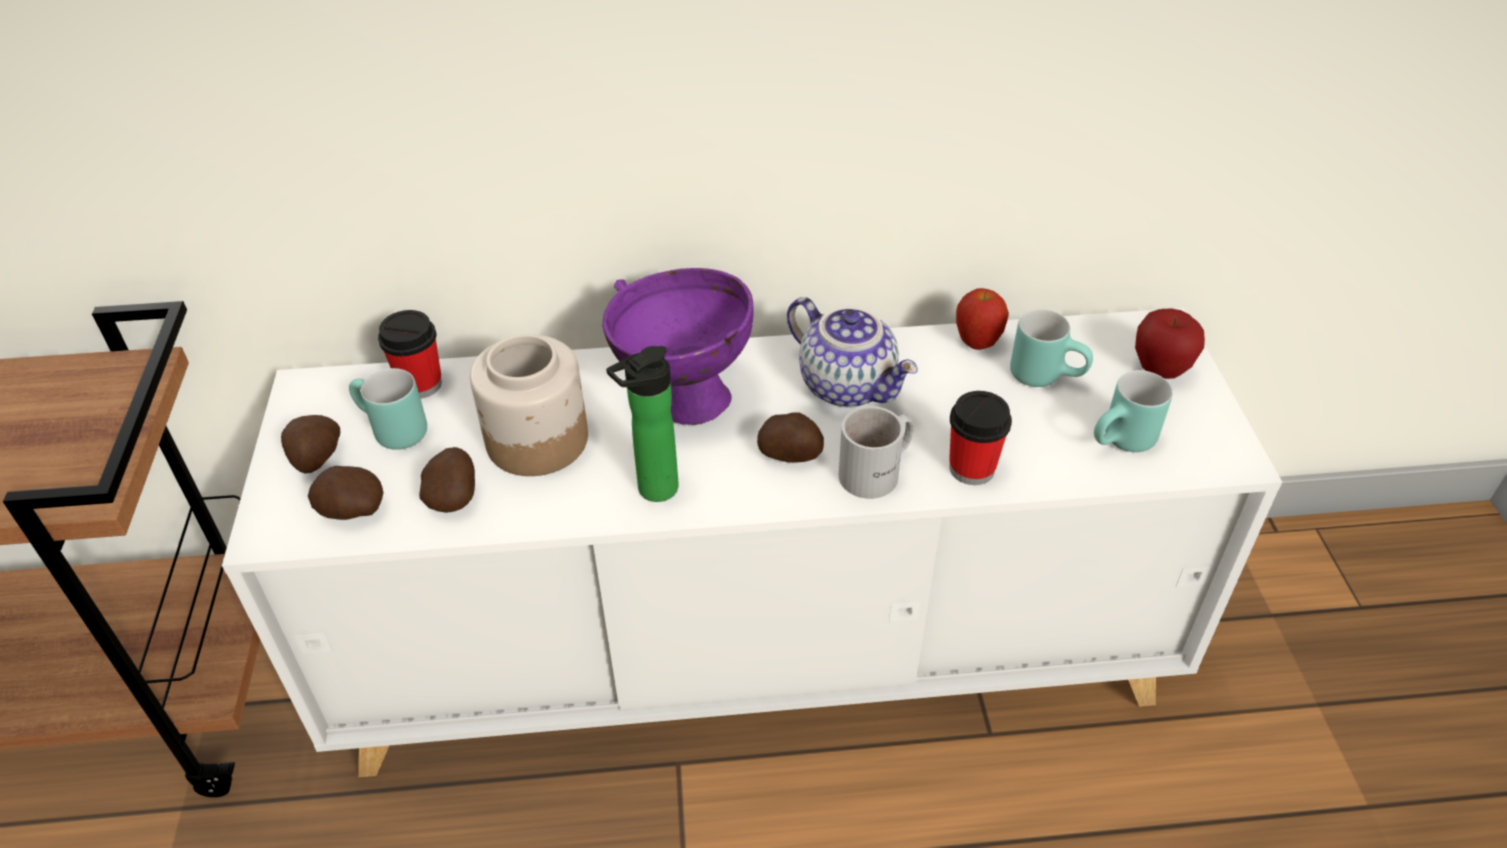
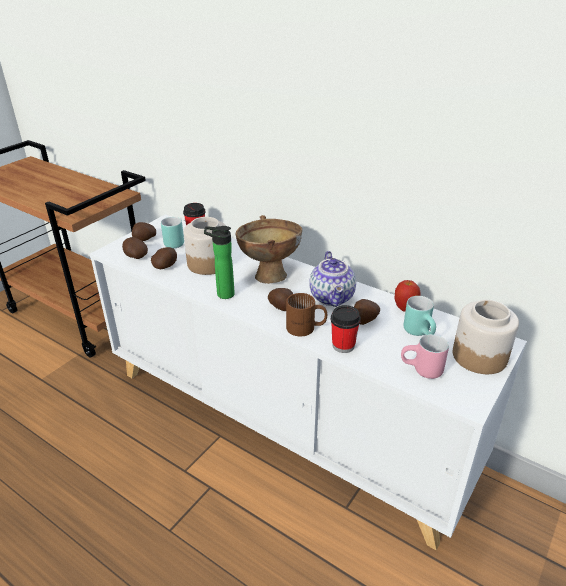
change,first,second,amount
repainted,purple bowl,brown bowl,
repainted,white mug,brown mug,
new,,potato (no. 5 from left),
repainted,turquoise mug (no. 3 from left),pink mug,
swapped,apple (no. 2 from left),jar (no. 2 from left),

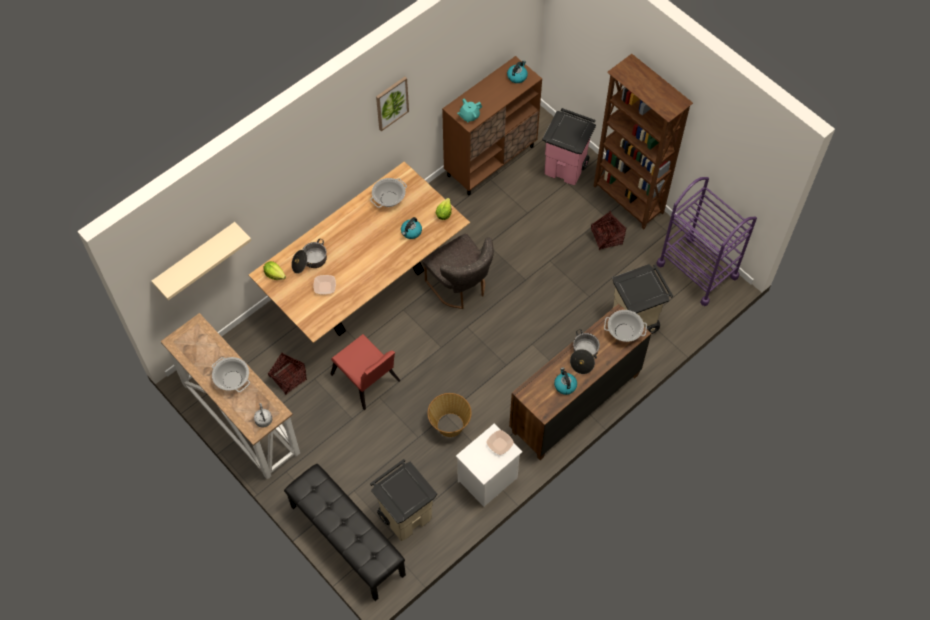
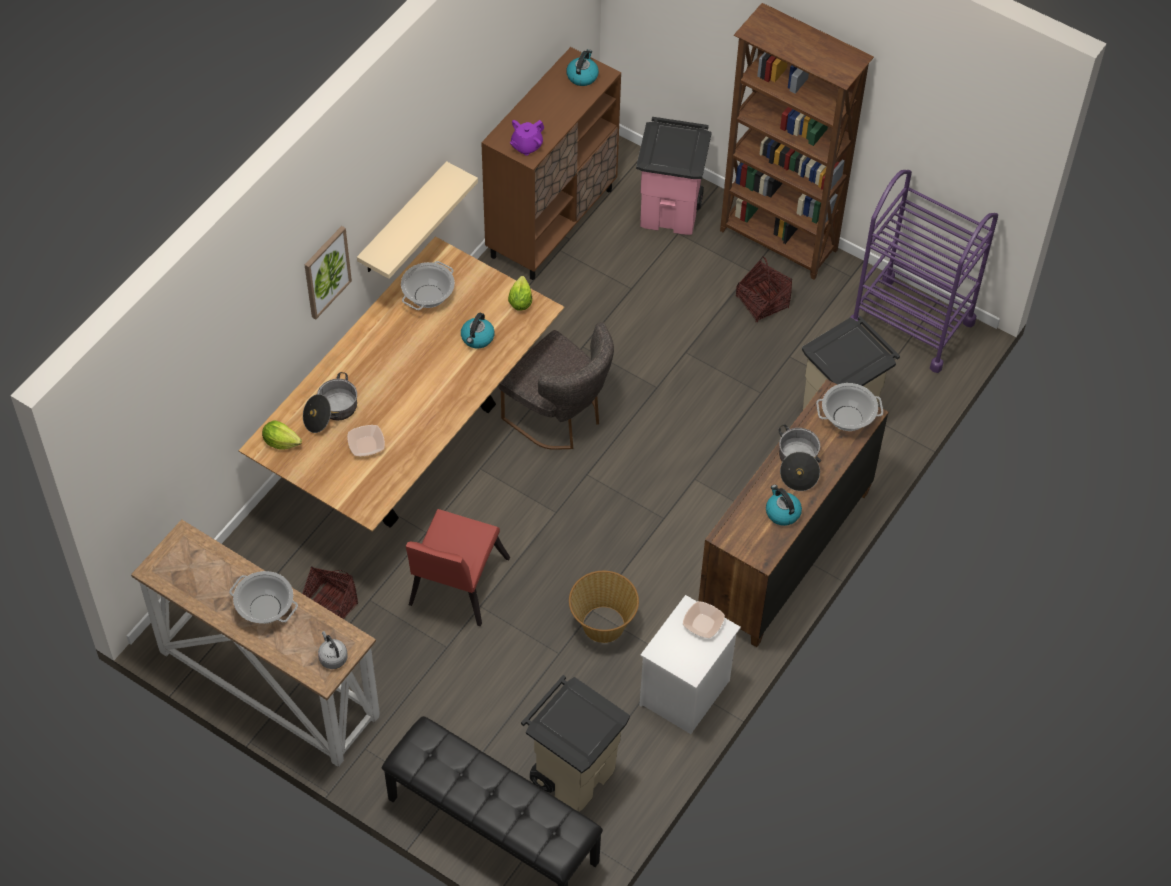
change,first,second,amount
shifted,picture,,
shifted,beige shelf,,
rotated,red chair,,75 degrees clockwise
repainted,turquoise teapot,purple teapot,

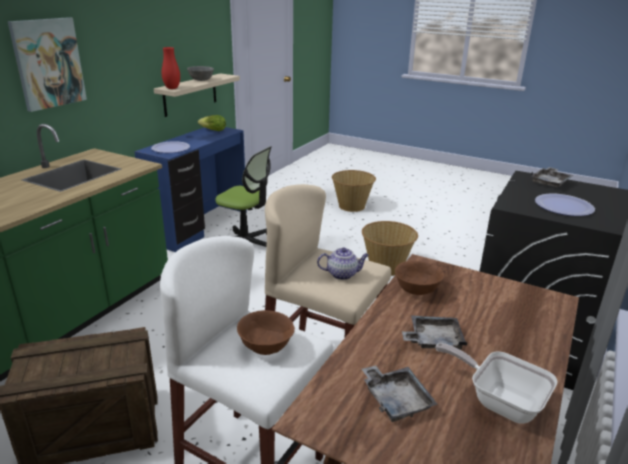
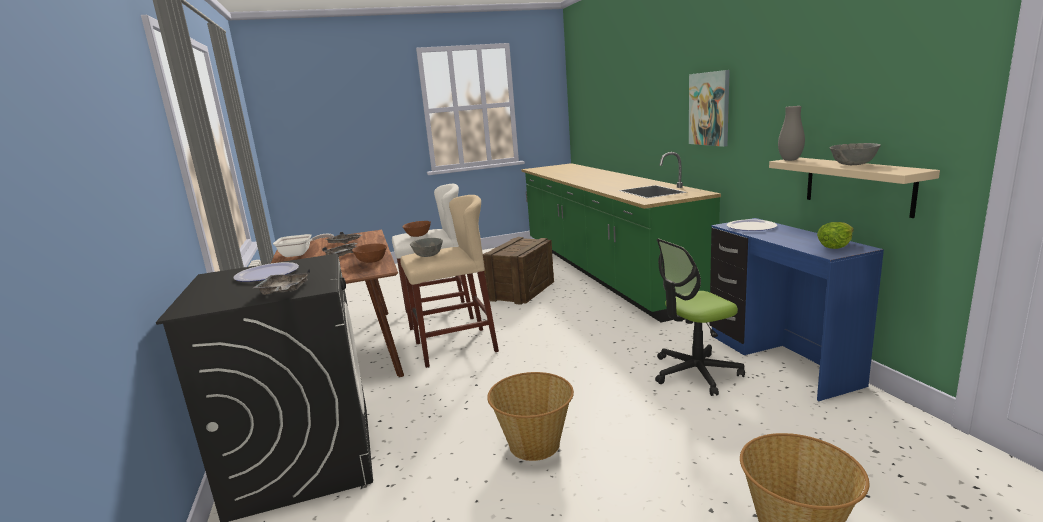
change,first,second,amount
swapped,teapot,grey bowl (no. 1 from left),
repainted,red vase,grey vase,

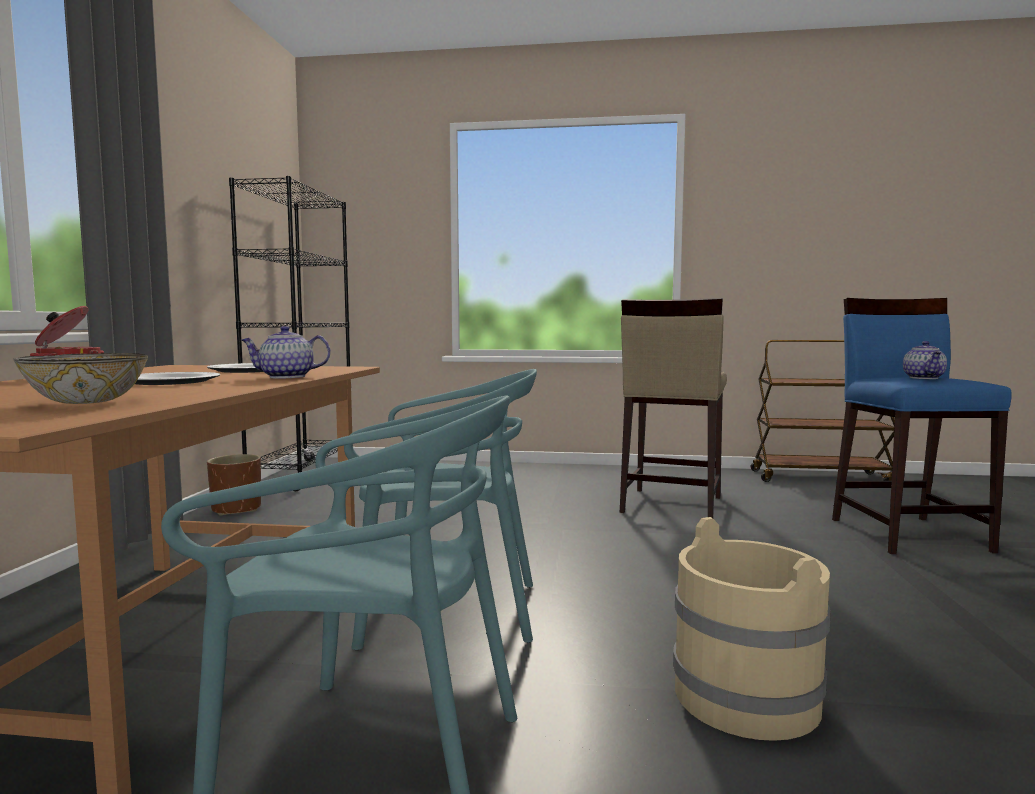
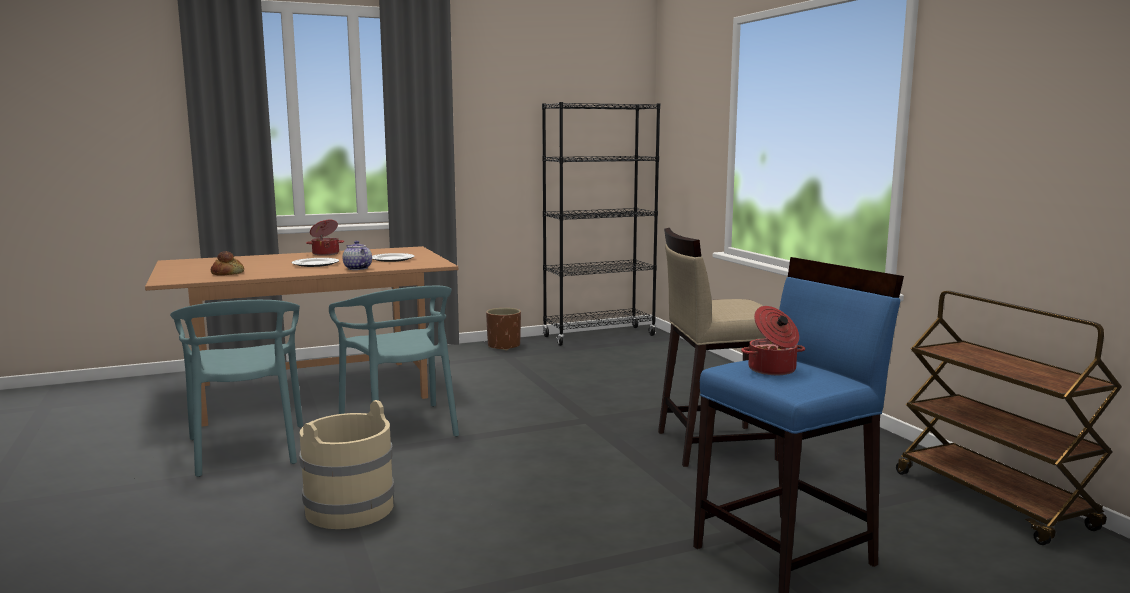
change,first,second,amount
swapped,bowl,bread,
swapped,teapot (no. 2 from left),cooking pot (no. 2 from left),

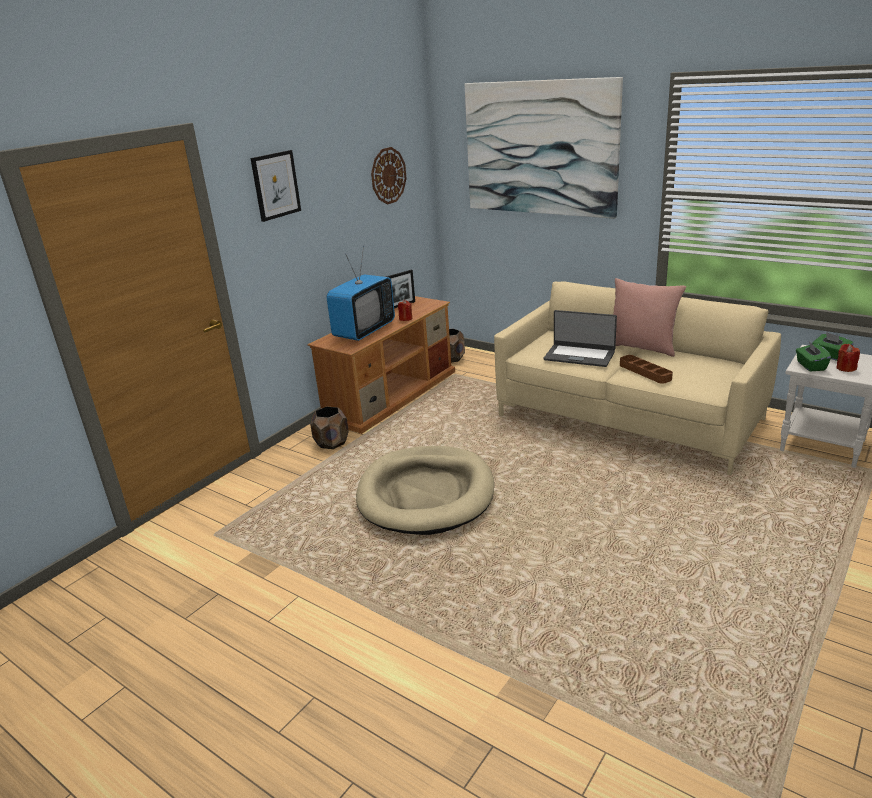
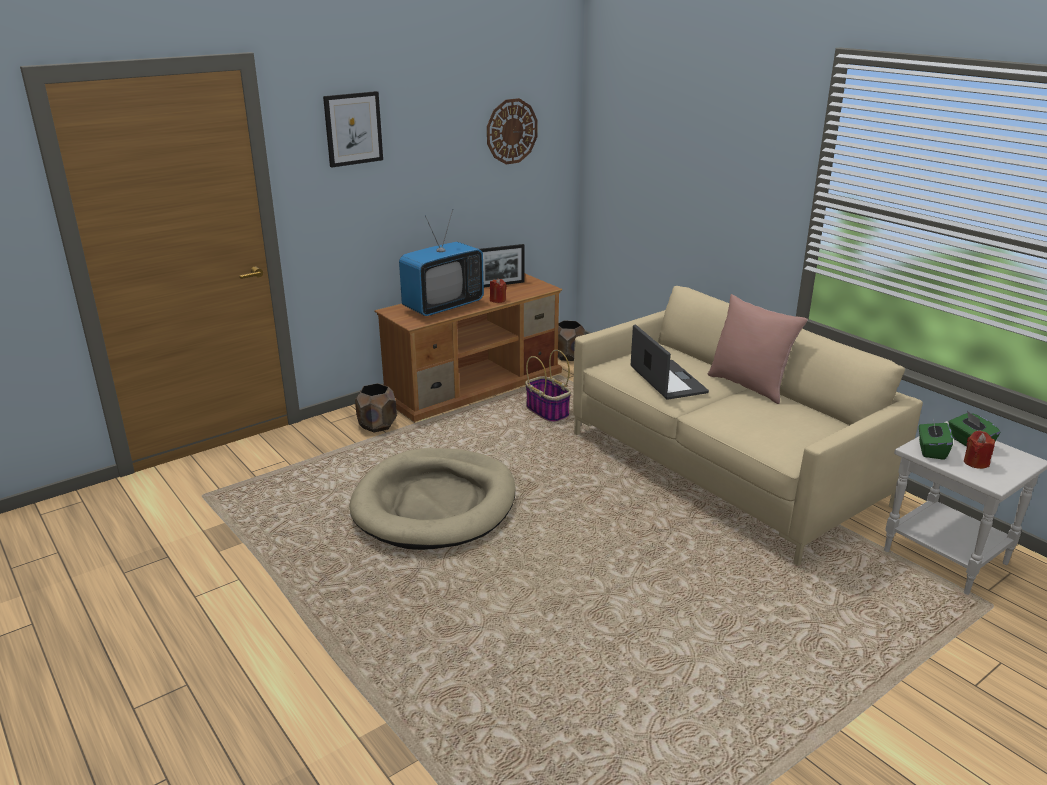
change,first,second,amount
new,,basket,
rotated,laptop,,150 degrees counterclockwise
gone,picture (no. 2 from left),,
gone,brown tray,,

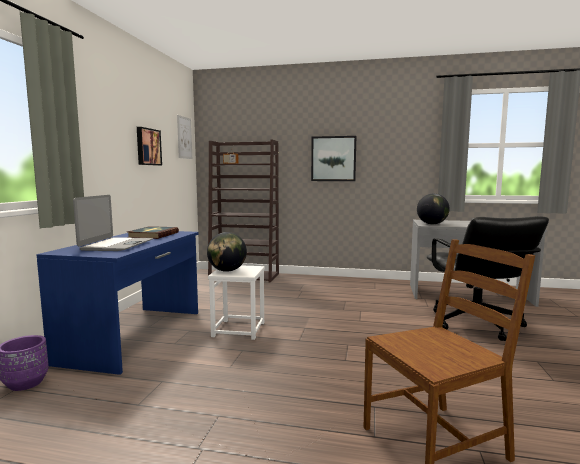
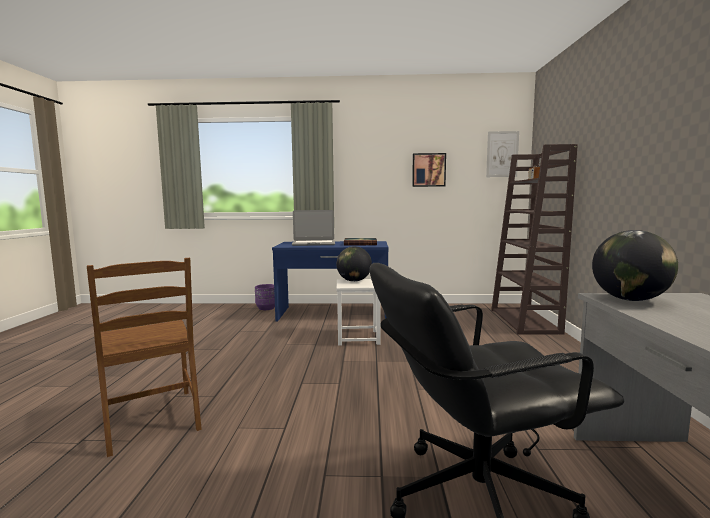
change,first,second,amount
gone,picture (no. 3 from left),,

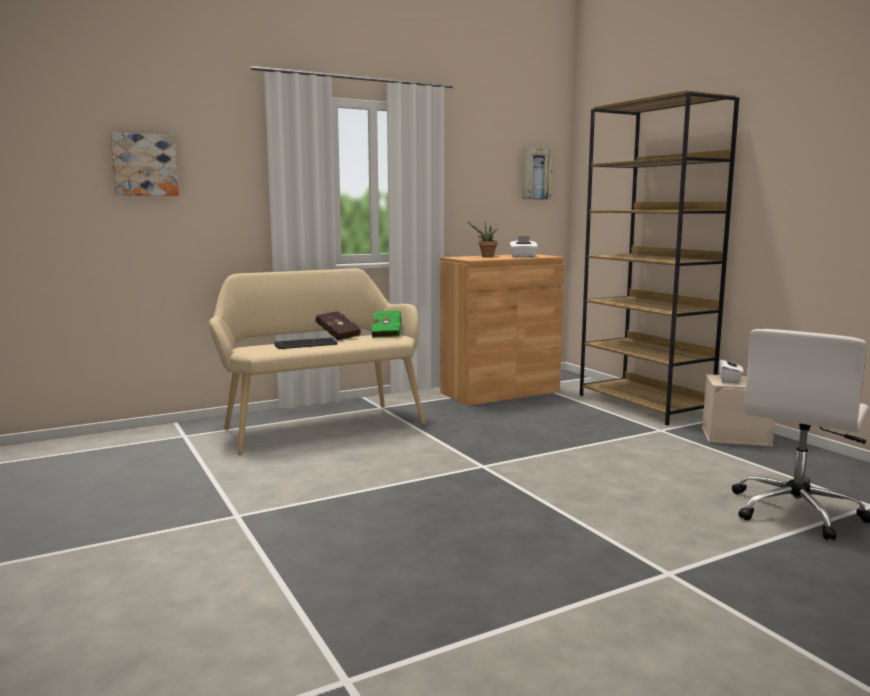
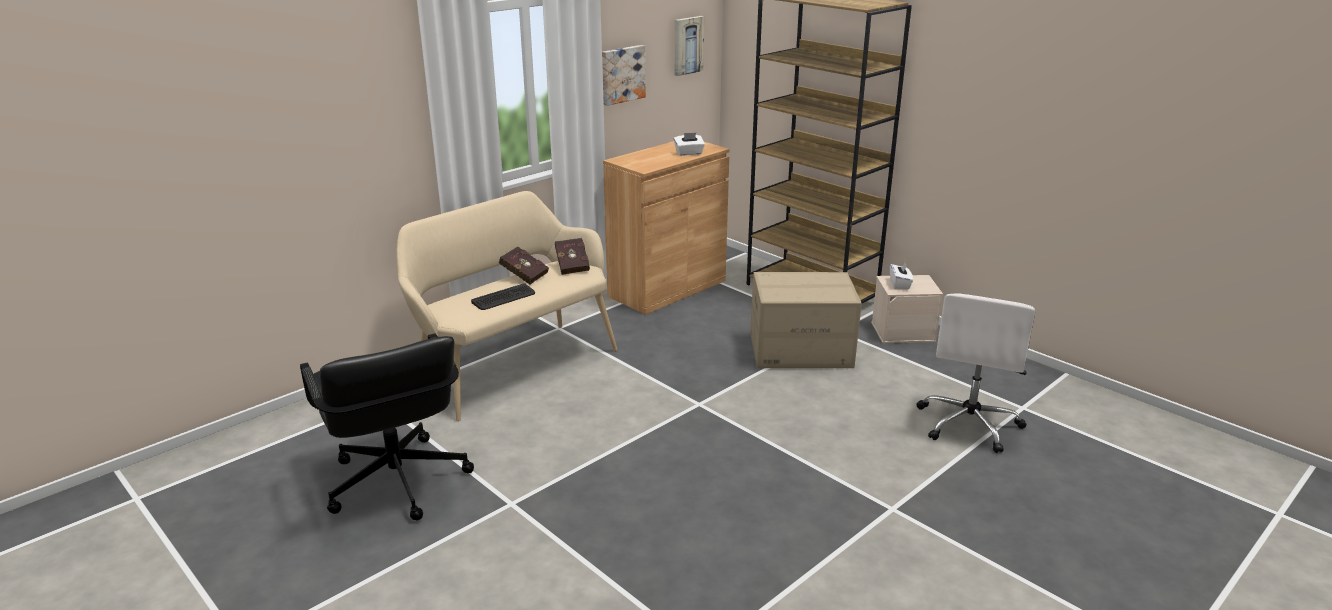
change,first,second,amount
new,,black office chair,
repainted,green book,red book (no. 2 from left),
shifted,picture (no. 1 from left),,
new,,cardboard box,
gone,potted plant,,

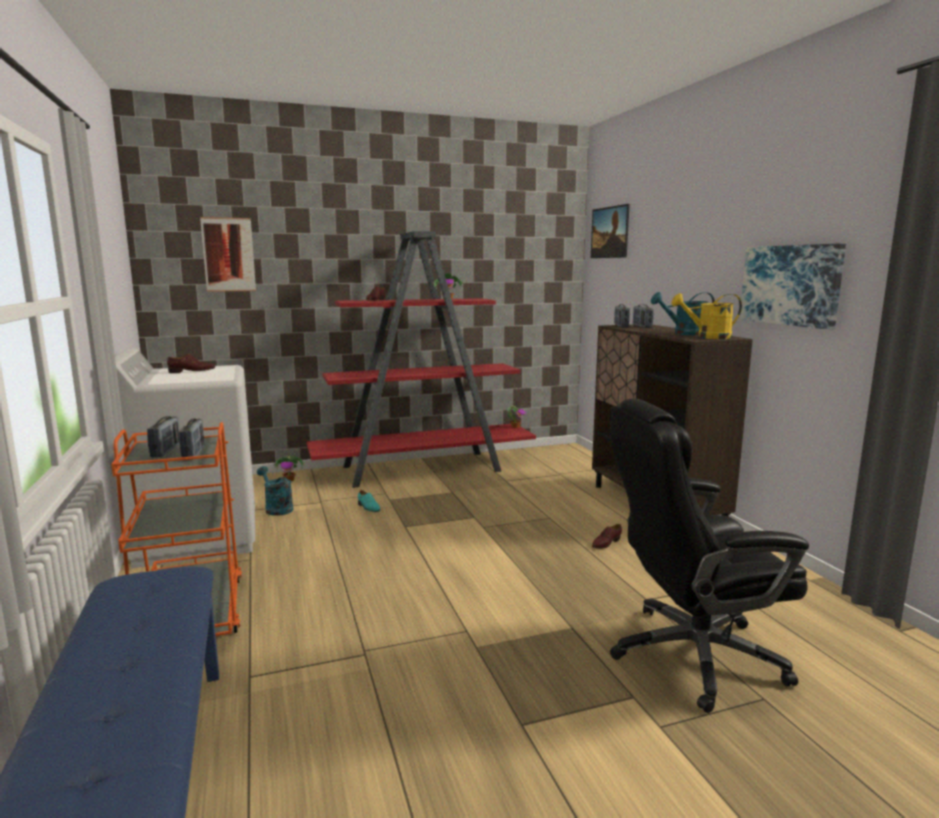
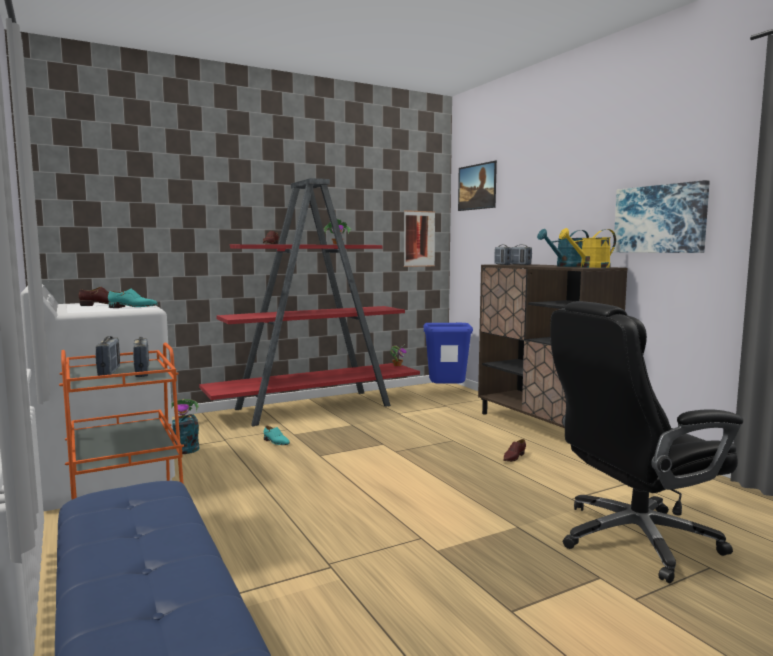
change,first,second,amount
new,,turquoise shoe (no. 1 from left),
shifted,picture (no. 1 from left),,
new,,blue trash can,

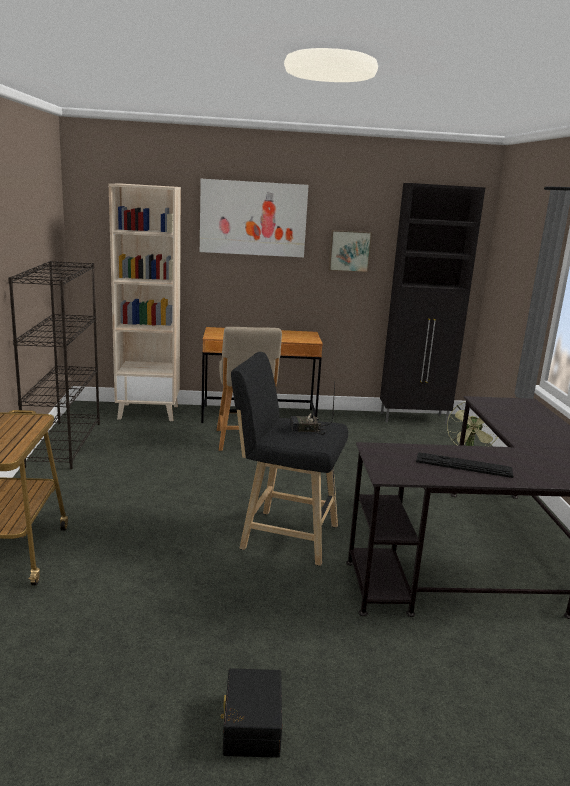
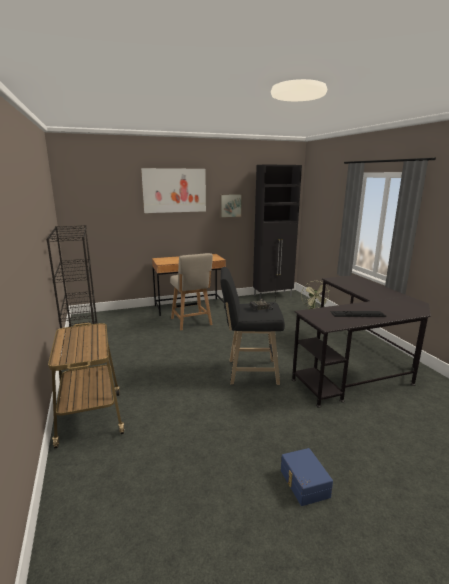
change,first,second,amount
repainted,black storage box,blue storage box,
gone,beige bookcase,,

